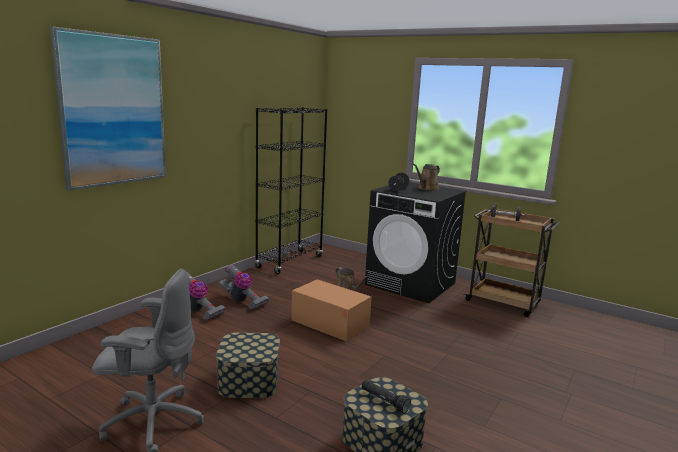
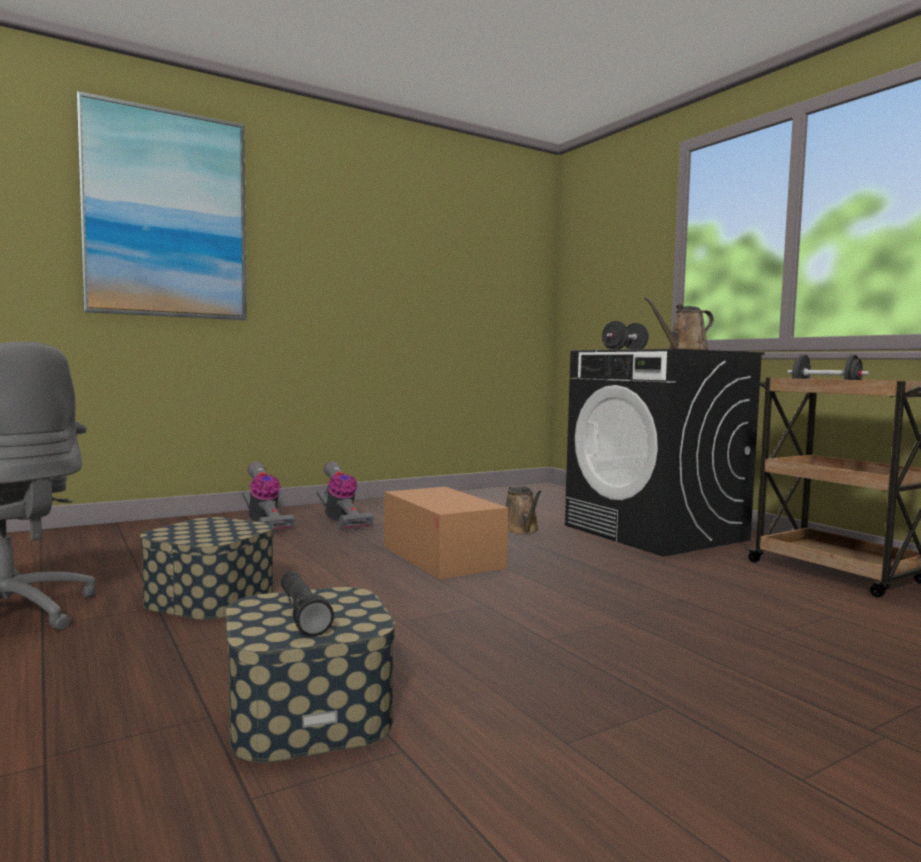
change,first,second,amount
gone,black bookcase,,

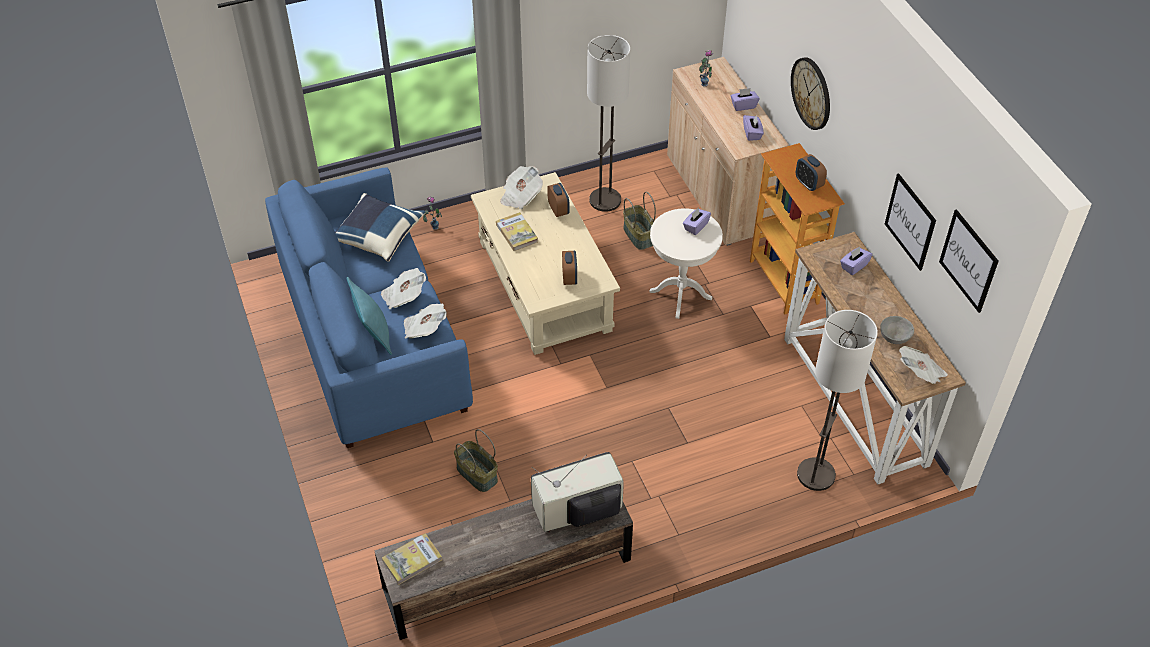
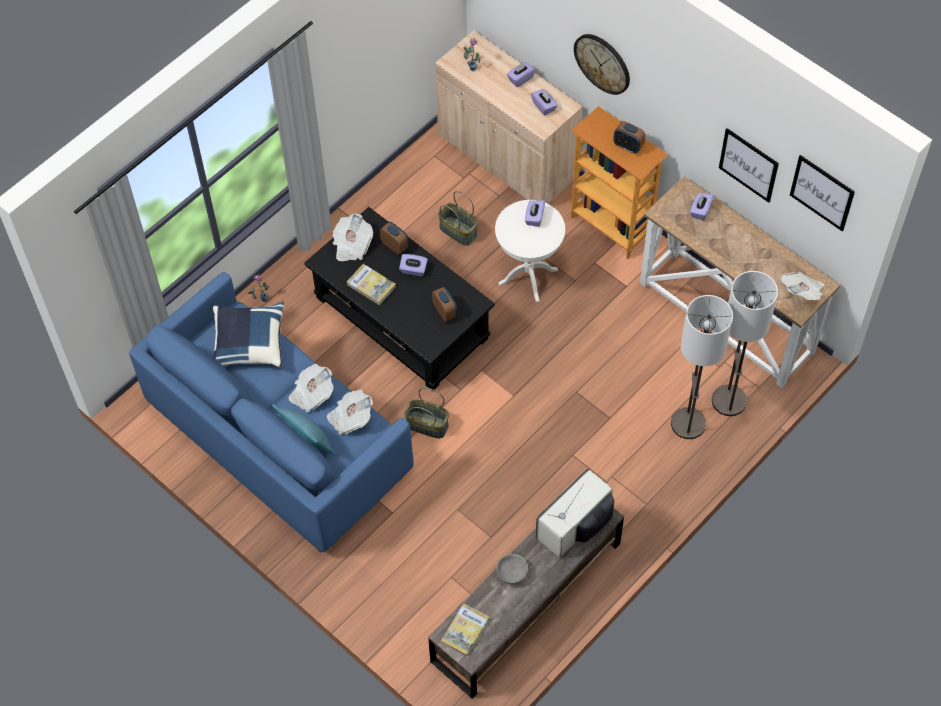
change,first,second,amount
repainted,beige coffee table,black coffee table,
new,,purple tissue box (no. 1 from left),
shifted,basket (no. 1 from left),,
shifted,grey bowl,,
shifted,floor lamp (no. 1 from left),,

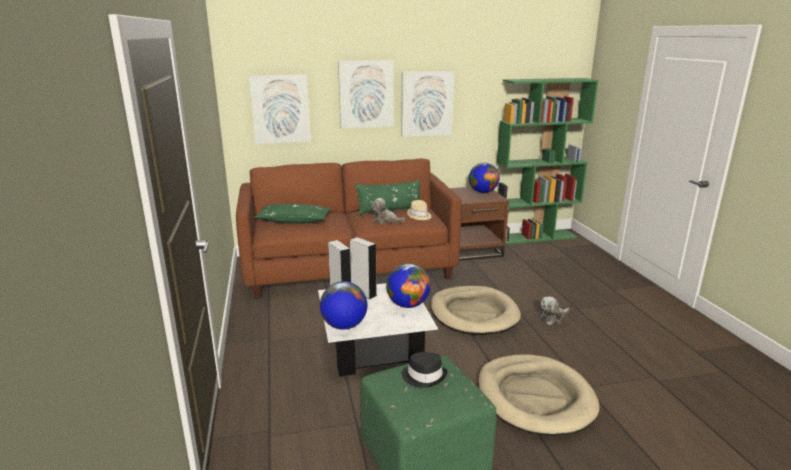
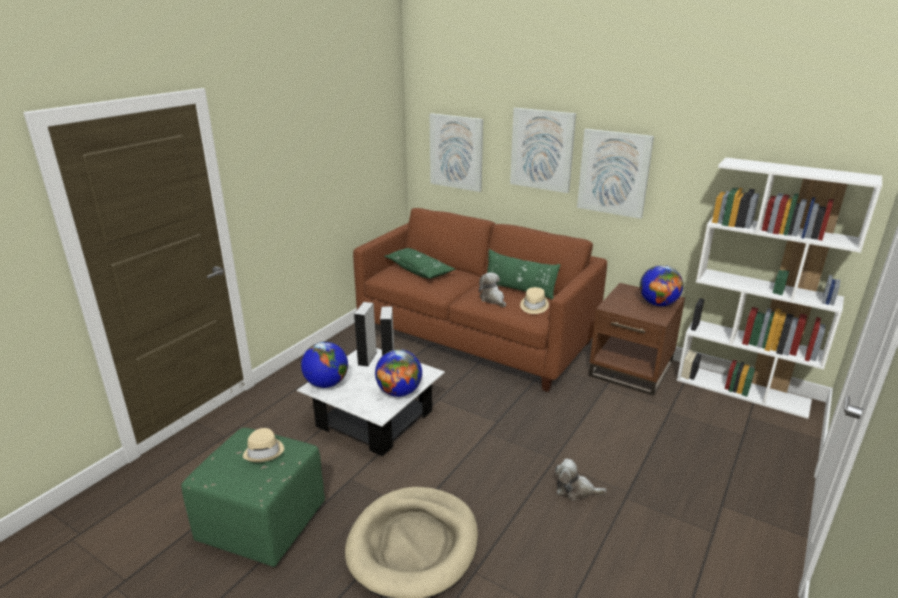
change,first,second,amount
repainted,black hat,beige hat (no. 1 from left),
repainted,green bookcase,white bookcase,
gone,beige dog bed (no. 1 from left),,

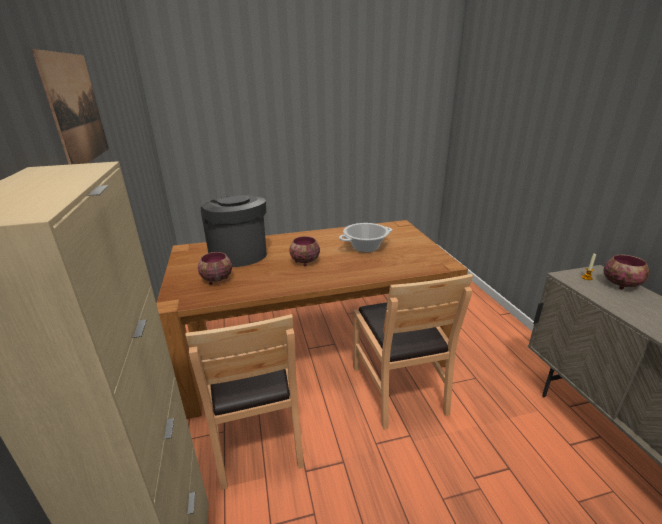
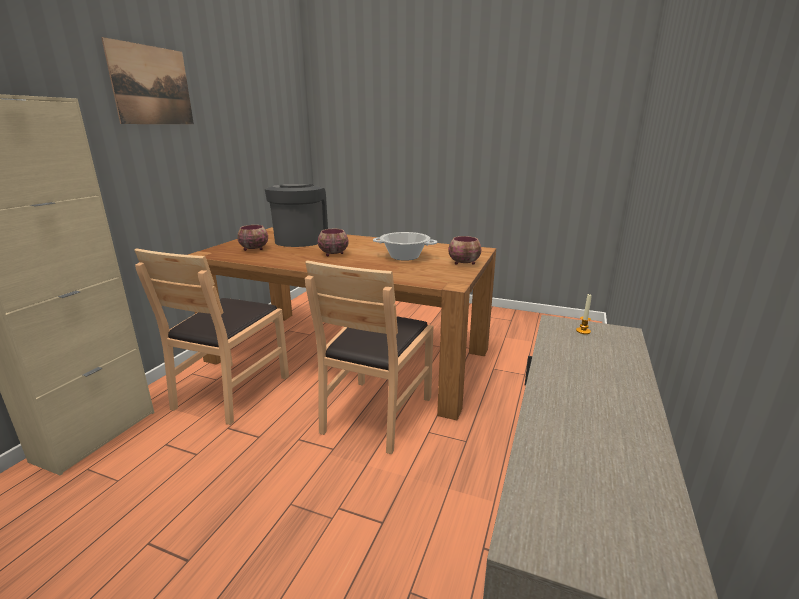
change,first,second,amount
shifted,bowl (no. 3 from left),,

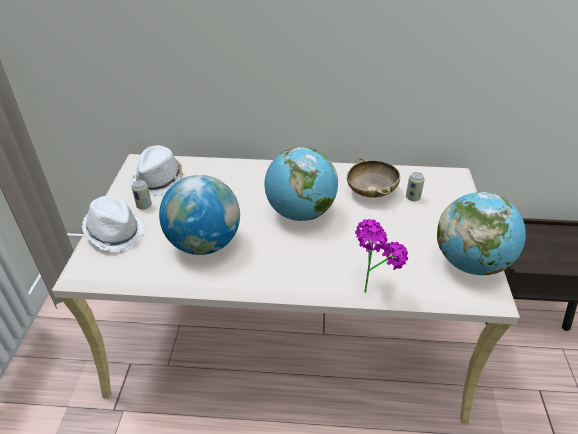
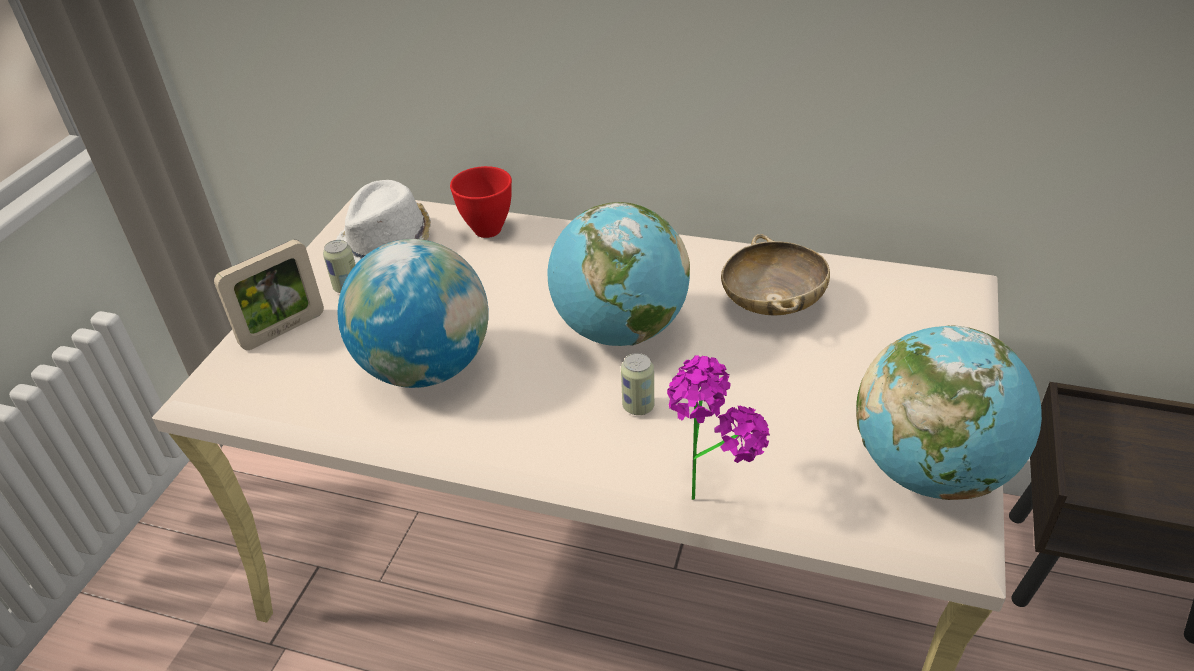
change,first,second,amount
swapped,white hat (no. 1 from left),picture frame,
new,,red bowl,
shifted,can (no. 2 from left),,

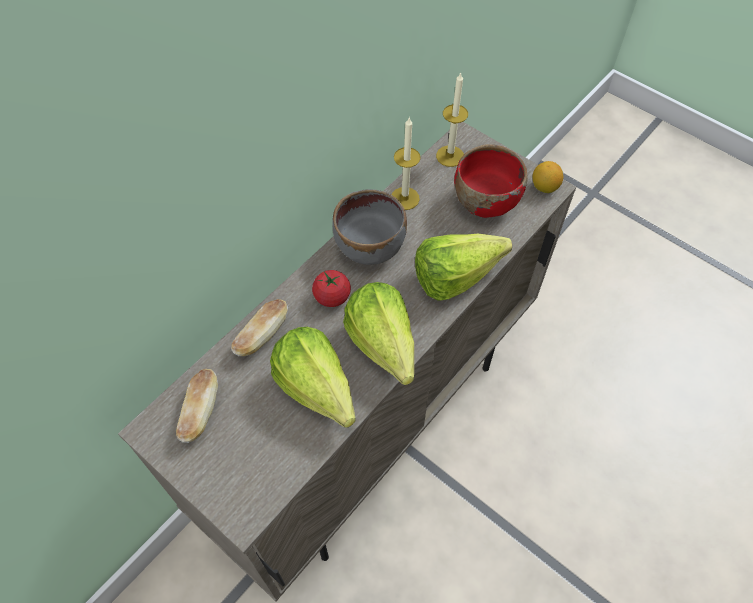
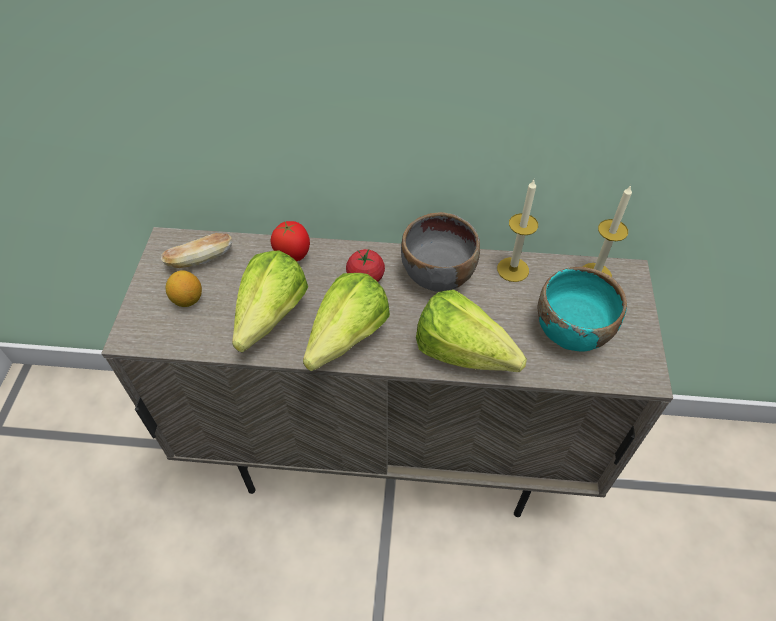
change,first,second,amount
shifted,lemon,,
swapped,bread (no. 2 from left),tomato (no. 1 from left),
repainted,red bowl,turquoise bowl,

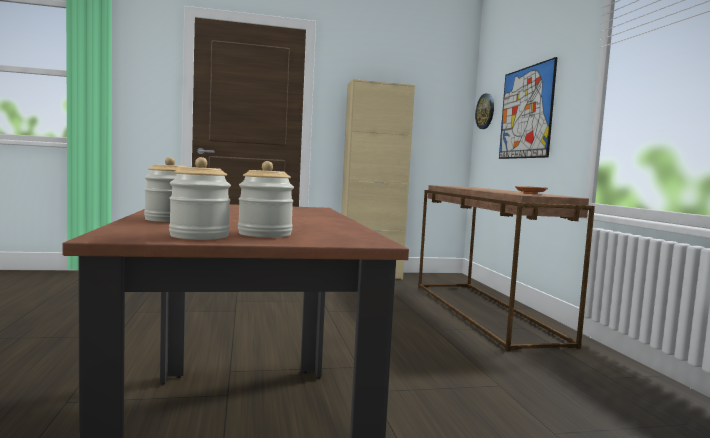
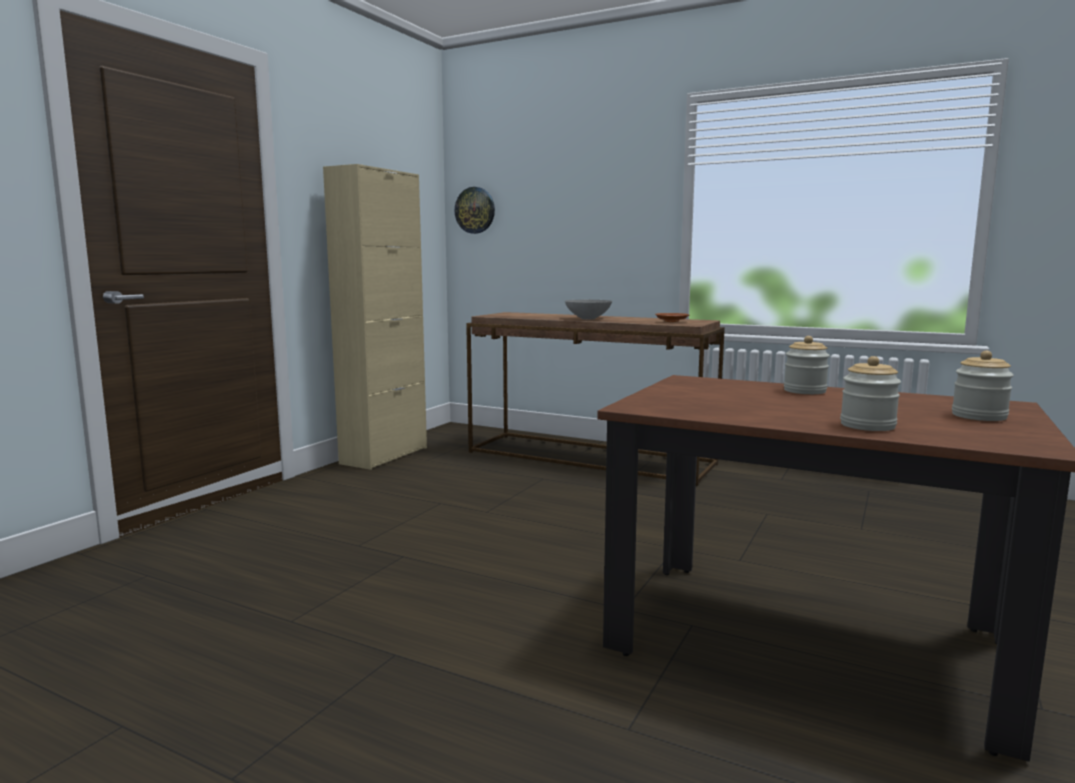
change,first,second,amount
new,,grey bowl,
shifted,jar (no. 2 from left in the first image),jar (no. 1 from left),
gone,picture,,

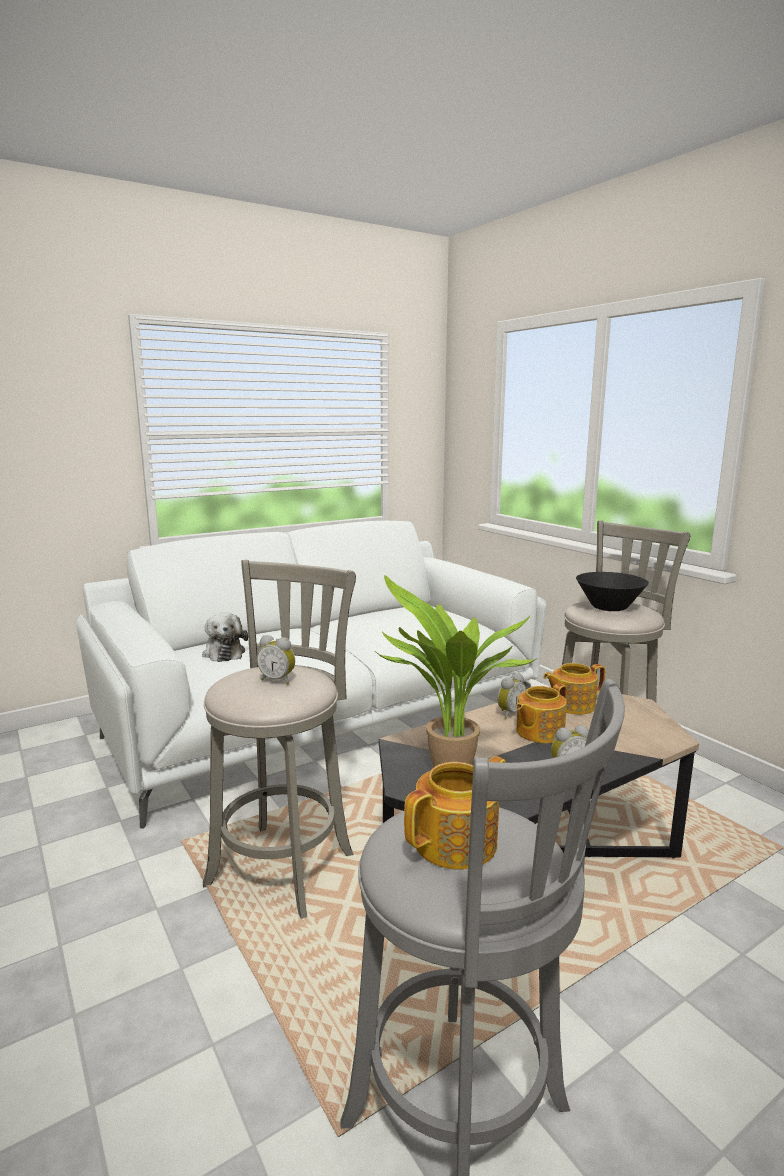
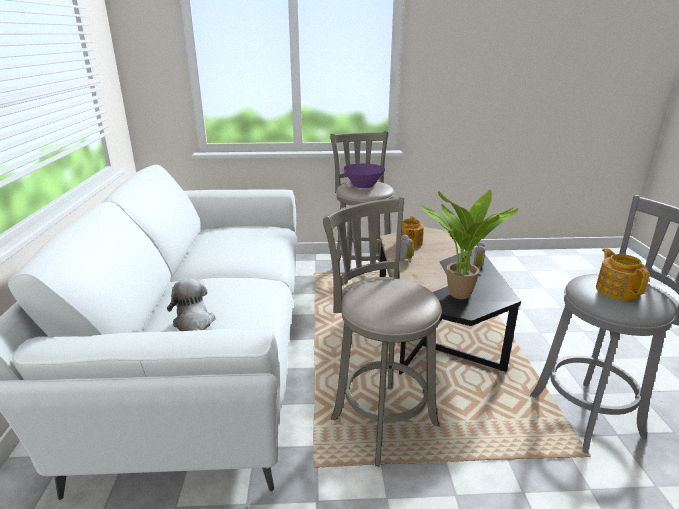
change,first,second,amount
rotated,plush toy,,120 degrees counterclockwise
repainted,black bowl,purple bowl,
gone,alarm clock (no. 1 from left),,
gone,teapot (no. 2 from left),,

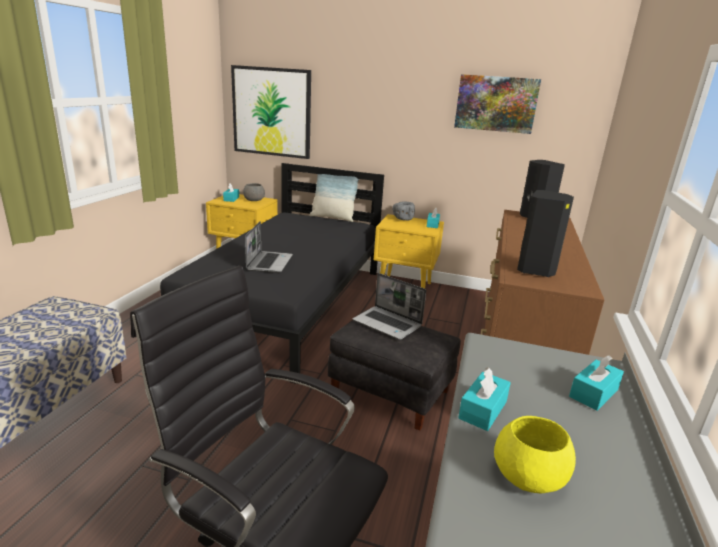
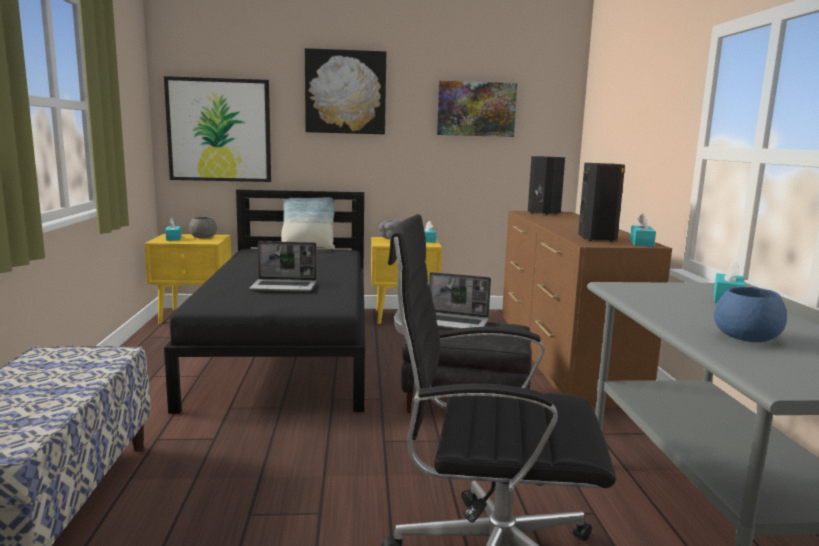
change,first,second,amount
rotated,laptop (no. 1 from left),,105 degrees clockwise
new,,picture (no. 2 from left),
shifted,turquoise tissue box (no. 3 from left),,
repainted,yellow bowl,blue bowl,

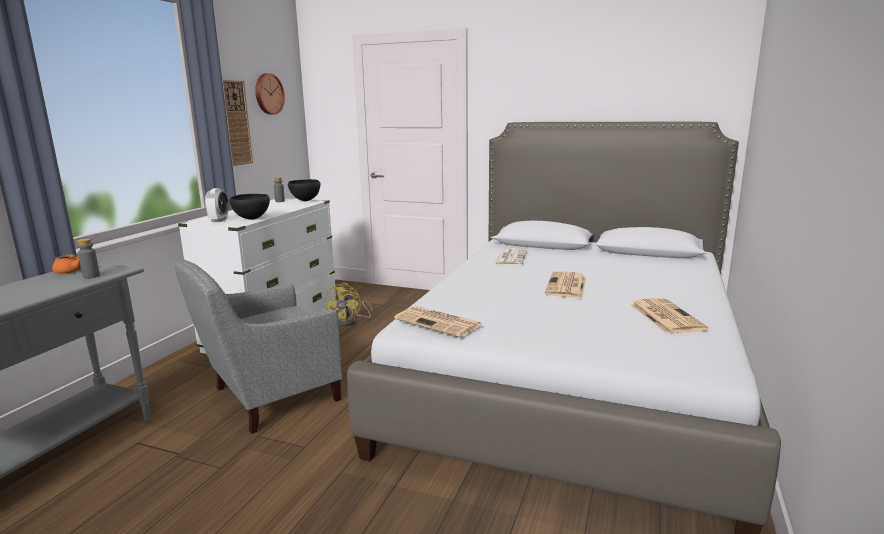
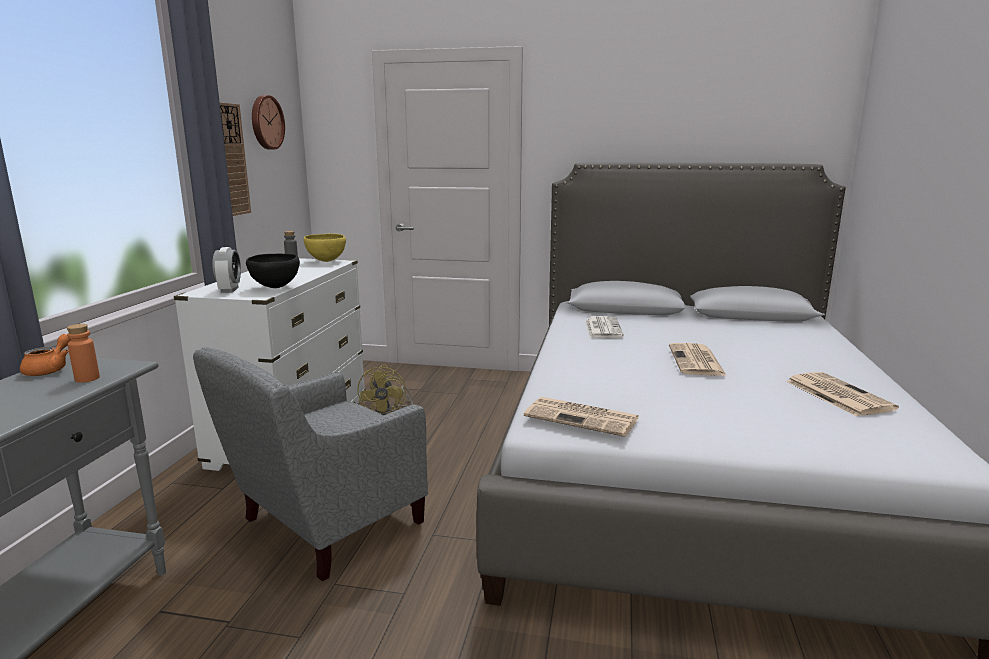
change,first,second,amount
repainted,grey bottle (no. 1 from left),orange bottle,
repainted,black bowl (no. 2 from left),yellow bowl,

